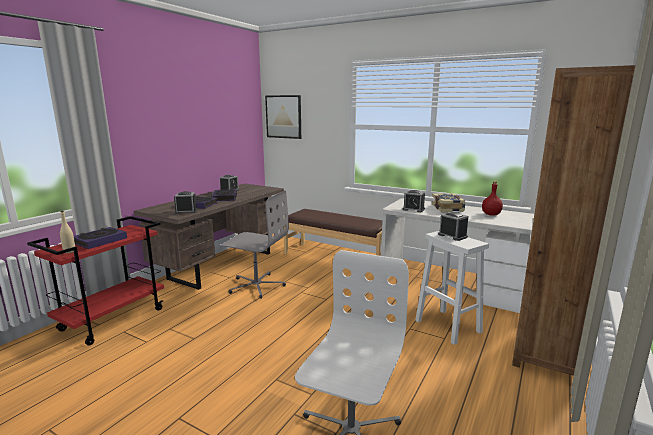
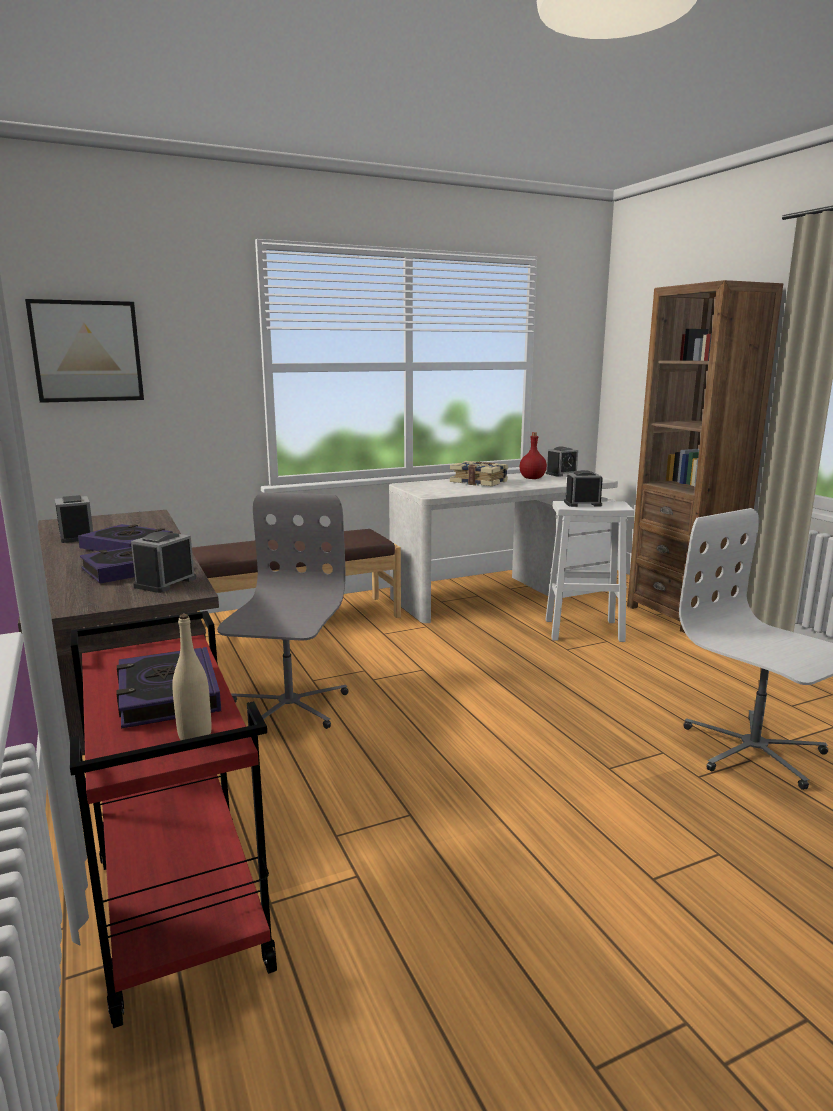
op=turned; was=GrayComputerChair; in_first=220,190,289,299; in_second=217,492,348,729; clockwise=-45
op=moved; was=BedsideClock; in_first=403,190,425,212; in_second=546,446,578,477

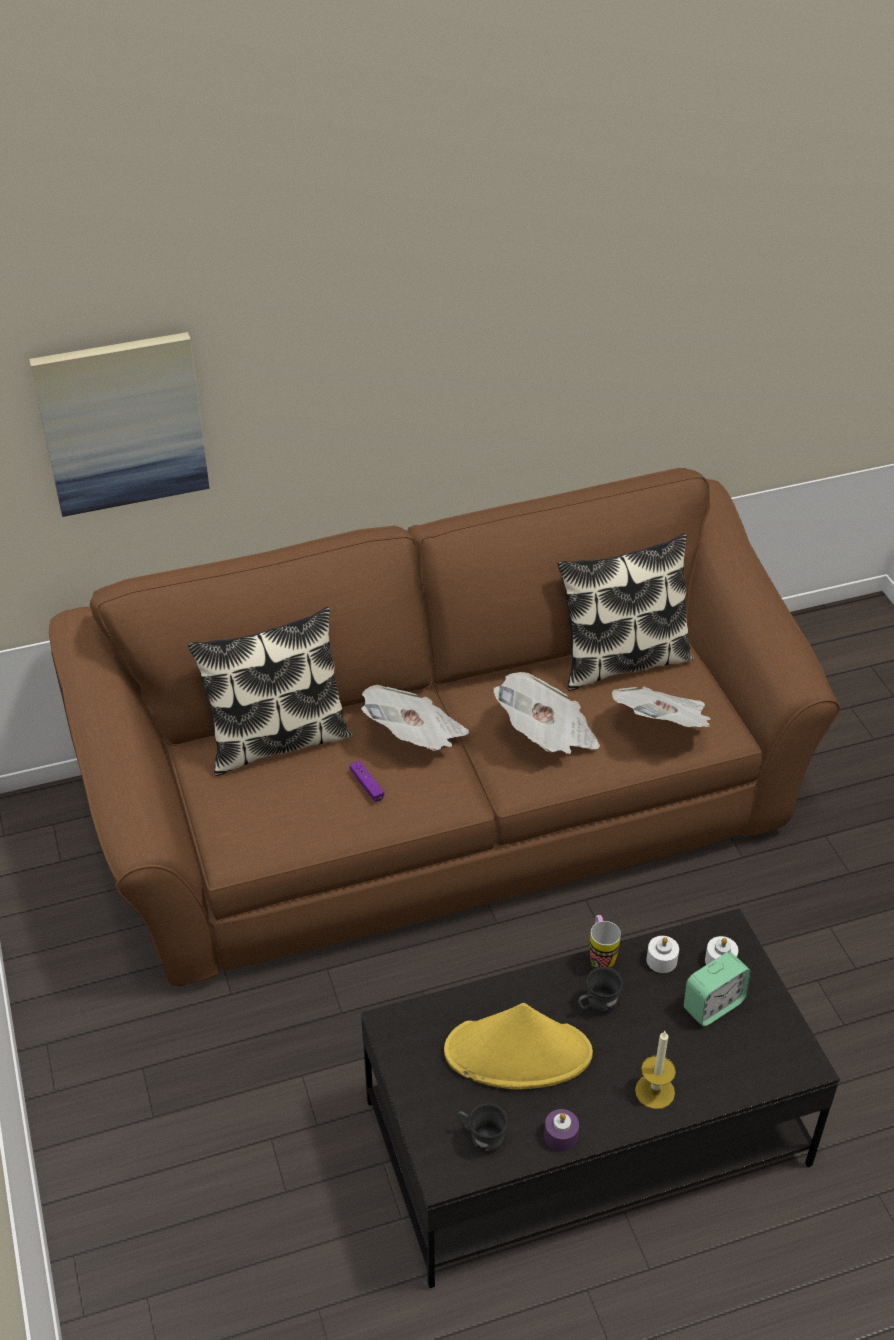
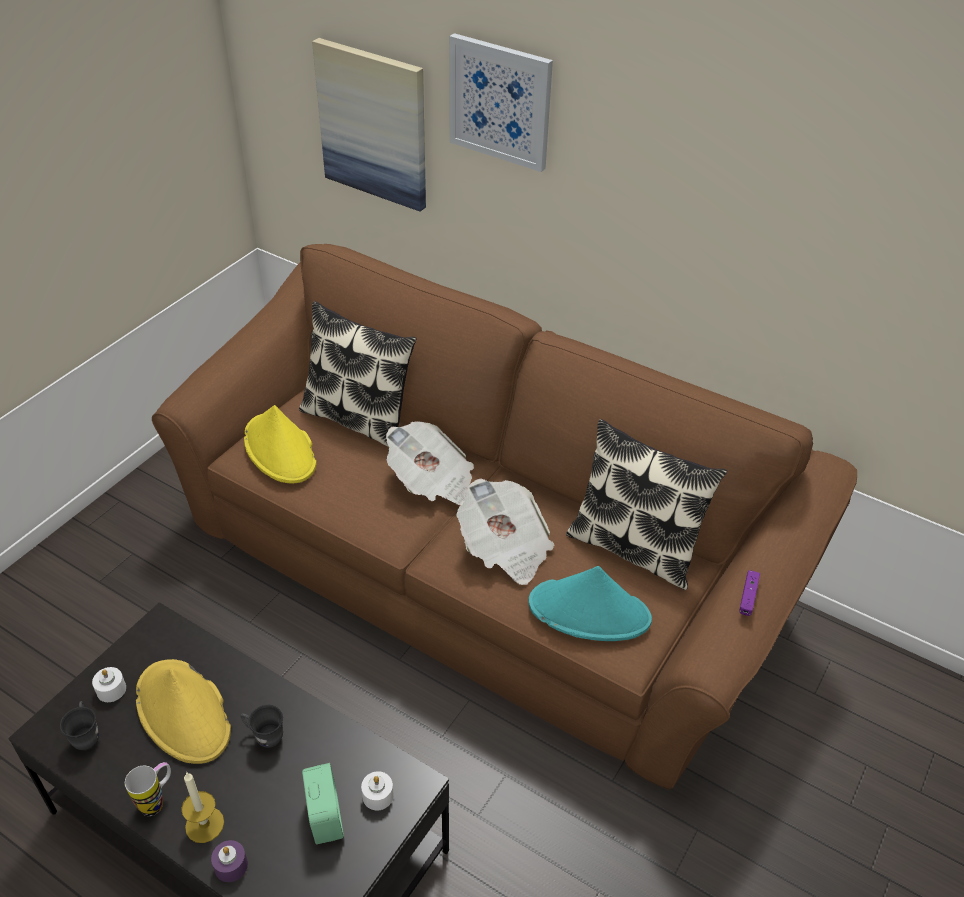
op=moved; was=PurplishGameController; in_first=349,761,384,802; in_second=739,570,760,616
op=moved; was=PurplishWaxLight; in_first=544,1109,579,1151; in_second=211,840,248,882
op=moved; was=Mug; in_first=590,915,621,969; in_second=125,762,171,816
op=replaced; was=DailyPaper; now=TurquoiseColouredHat; in_first=612,687,710,727; in_second=529,566,652,641
op=moved; was=WhitishWaxLight; in_first=646,936,679,973; in_second=92,667,126,702
op=turned; was=BedsideClock; in_first=684,952,751,1027; in_second=302,763,344,845; clockwise=-120
op=added; now=YellowHat; in_second=244,405,317,484
op=added; now=WallArt; in_second=449,33,553,172

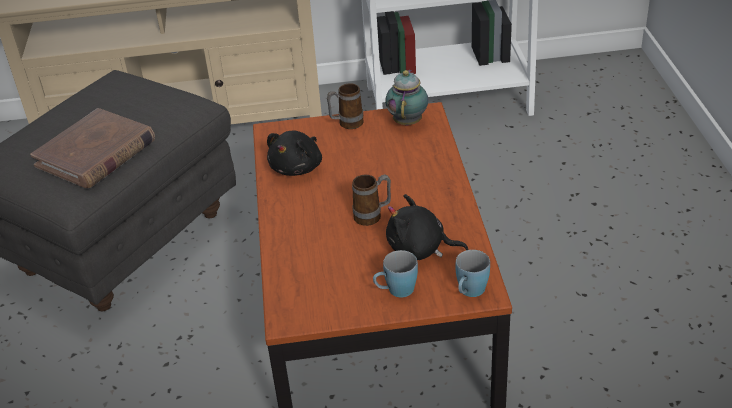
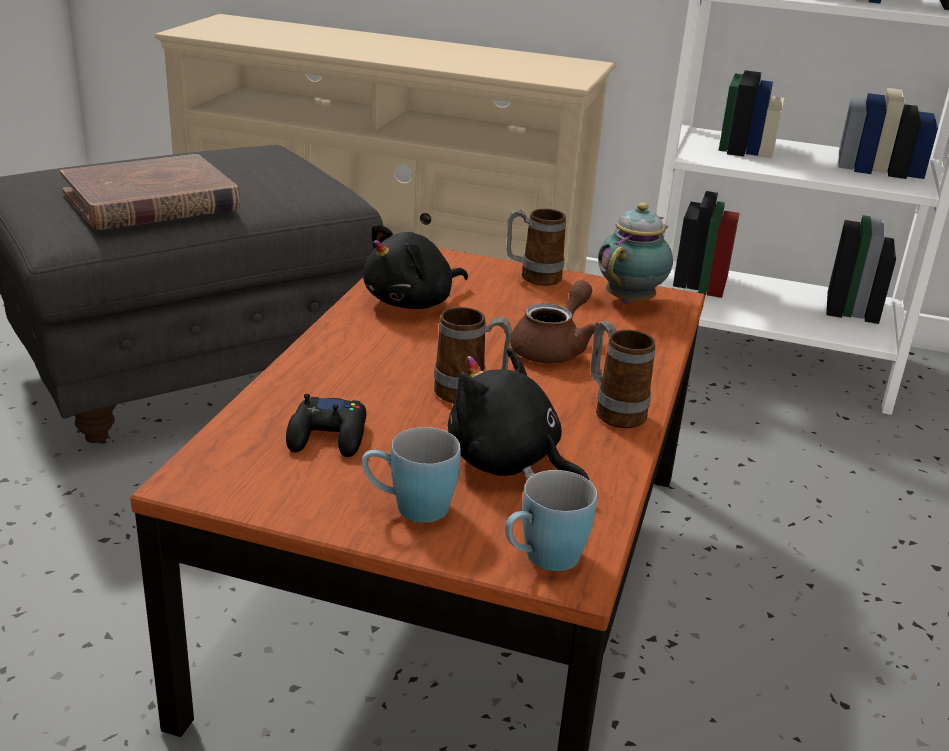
op=added; now=BlackColouredGameController; in_second=286,394,366,457
op=added; now=BrownColouredTeaPot; in_second=510,280,598,363
op=added; now=Mug; in_second=591,321,656,428

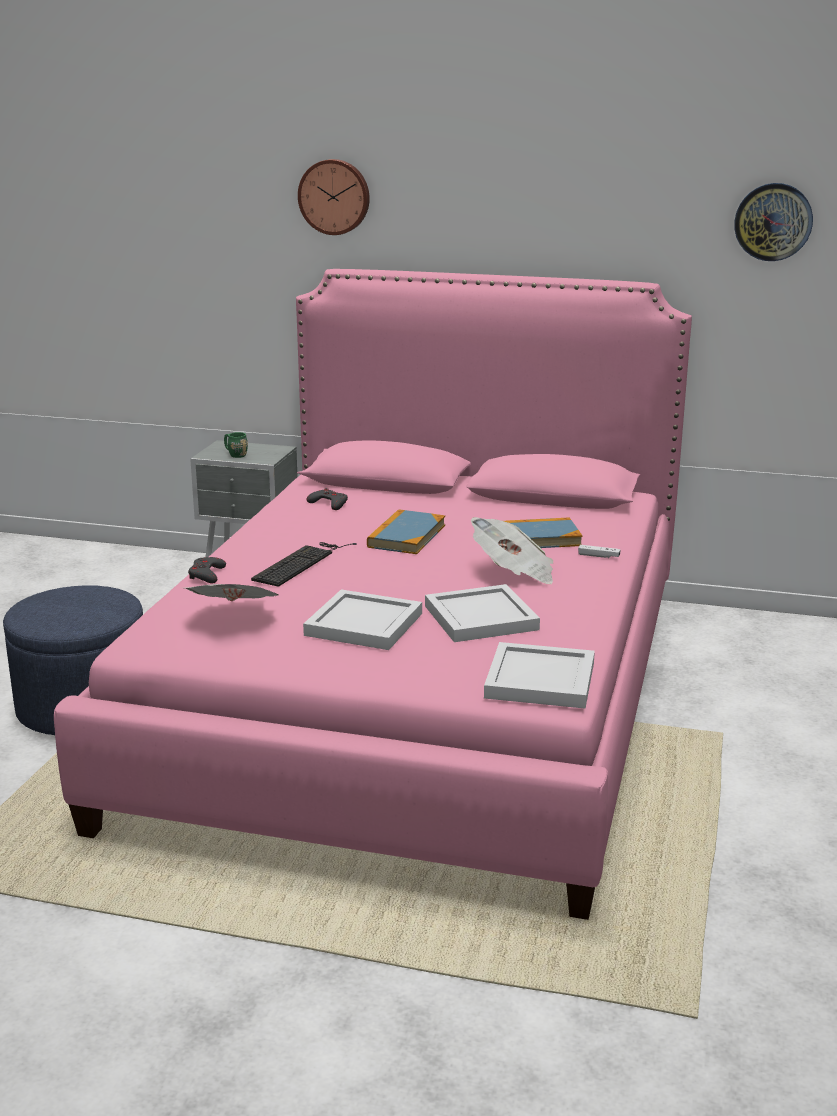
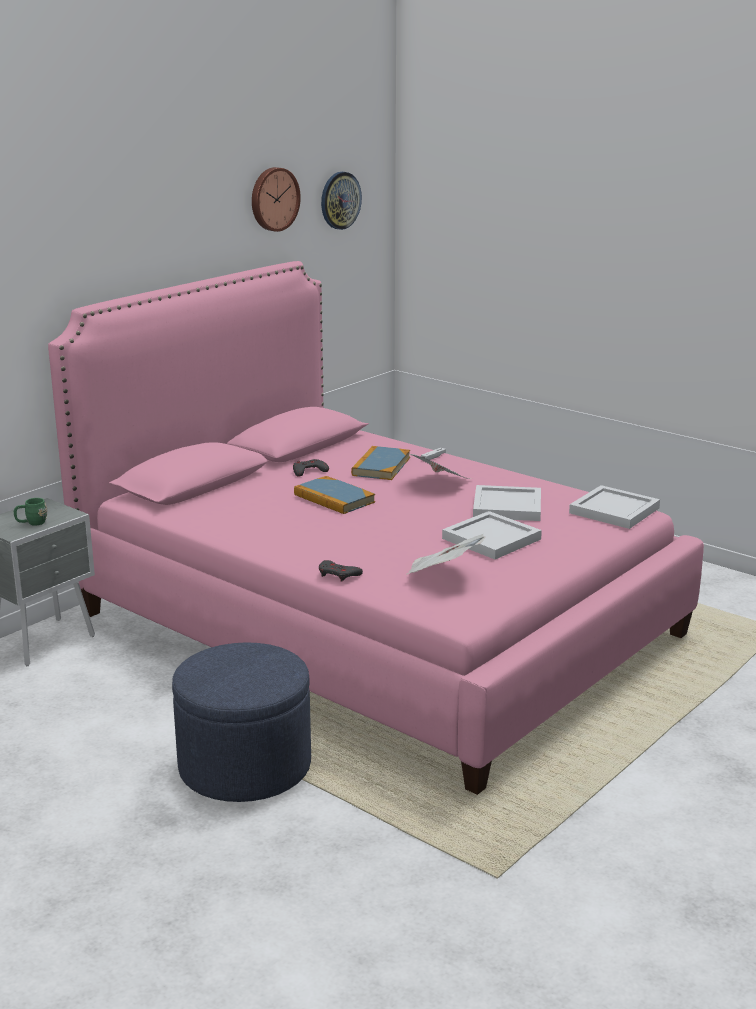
op=removed; was=ComputerKeyboard; in_first=251,542,357,587
op=moved; was=ClockOnTheWall; in_first=298,159,370,235; in_second=252,167,301,232
op=moved; was=GrayGameController; in_first=307,488,348,510; in_second=293,459,329,477

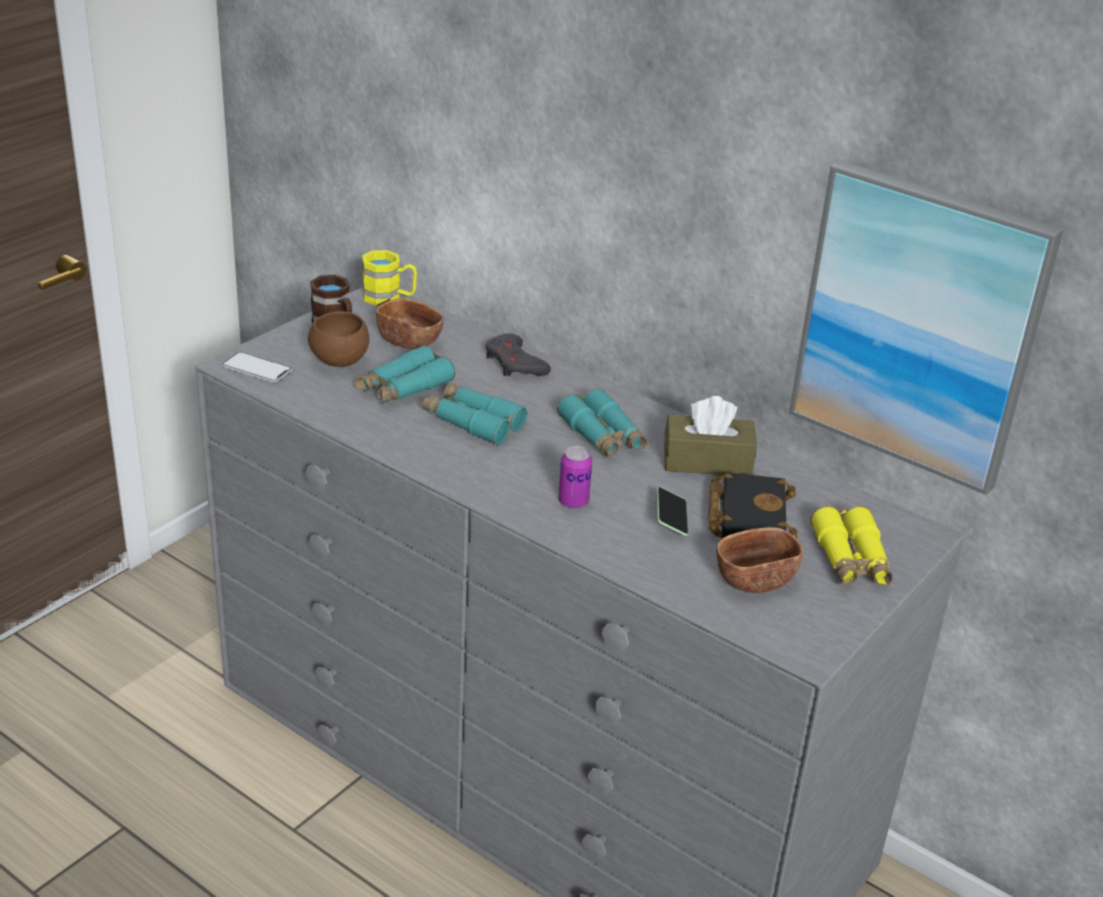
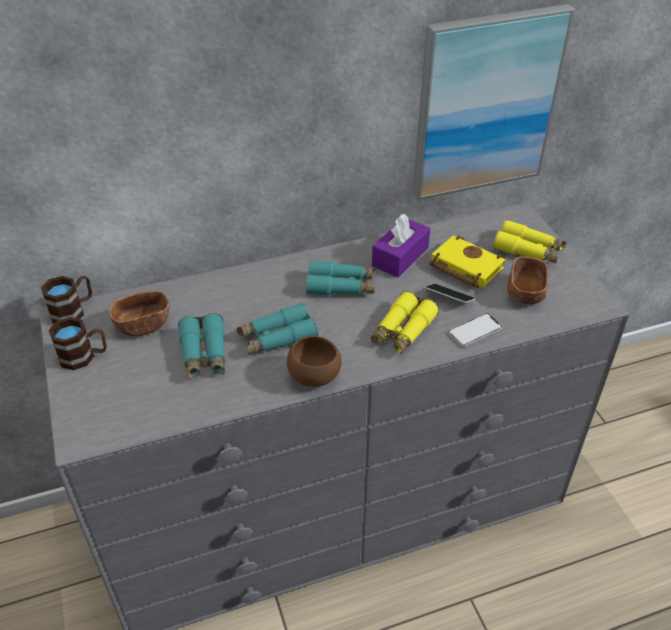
op=moved; was=Phone; in_first=222,352,292,383; in_second=448,313,503,347
op=moved; was=BrownColouredBowl; in_first=308,311,369,367; in_second=287,336,342,387
op=recoloured; was=YellowMug; now=BrownColouredMug; in_first=362,250,417,306; in_second=41,276,92,323
op=removed; was=GrayGameController; in_first=486,333,551,376
op=replaced; was=MetalCan; now=YellowBinoculars; in_first=558,446,592,509; in_second=371,291,439,354
op=recoloured; was=BrownColouredTissueBox; now=PurplishTissueBox; in_first=664,396,757,475; in_second=372,214,430,278
op=recoloured; was=BlackColouredVolume; now=YellowVolume; in_first=708,472,797,539; in_second=429,235,506,288

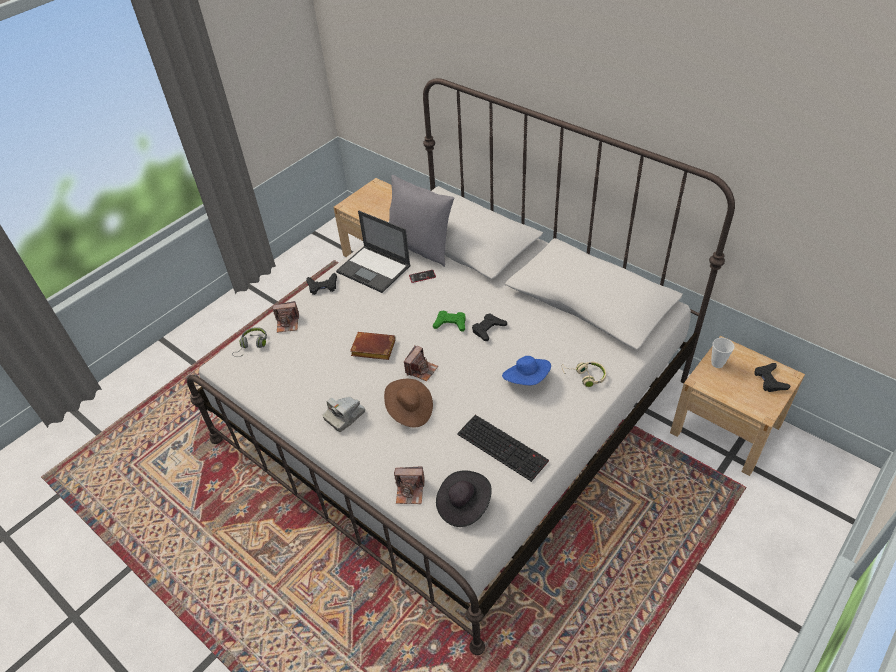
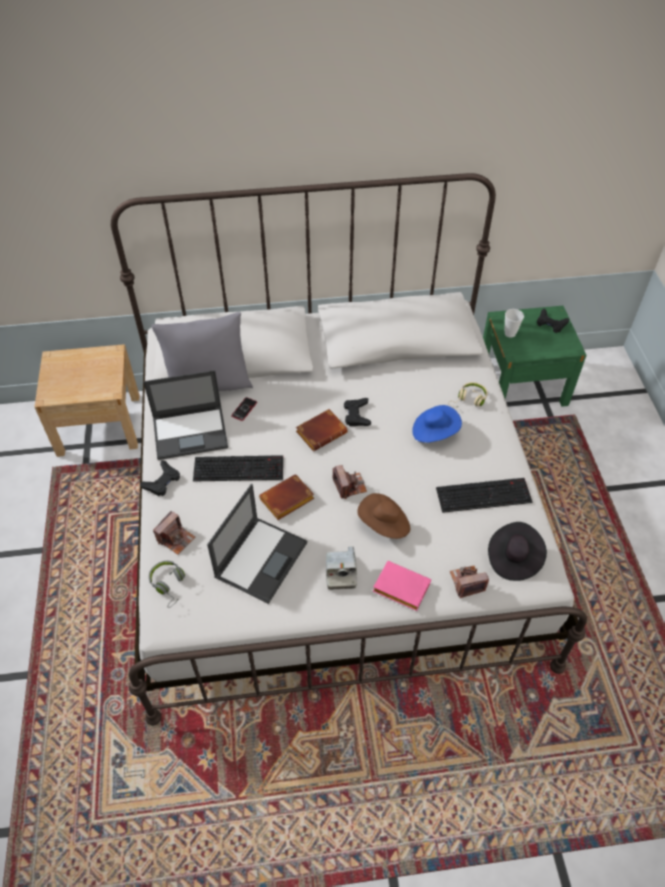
op=turned; was=StillCamera; in_first=394,466,425,504; in_second=450,566,489,598; clockwise=-150
op=replaced; was=GreenColouredGameController; now=BrownColouredVolume; in_first=433,310,466,332; in_second=296,409,348,451
op=recoloured; was=SandColouredNightstand; now=GreenColouredNightstand; in_first=670,336,805,476; in_second=483,306,587,407
op=added; now=ComputerKeyboard; in_second=193,455,283,482
op=added; now=PortableComputer; in_second=207,484,307,604
op=added; now=PinkVolume; in_second=373,561,431,611

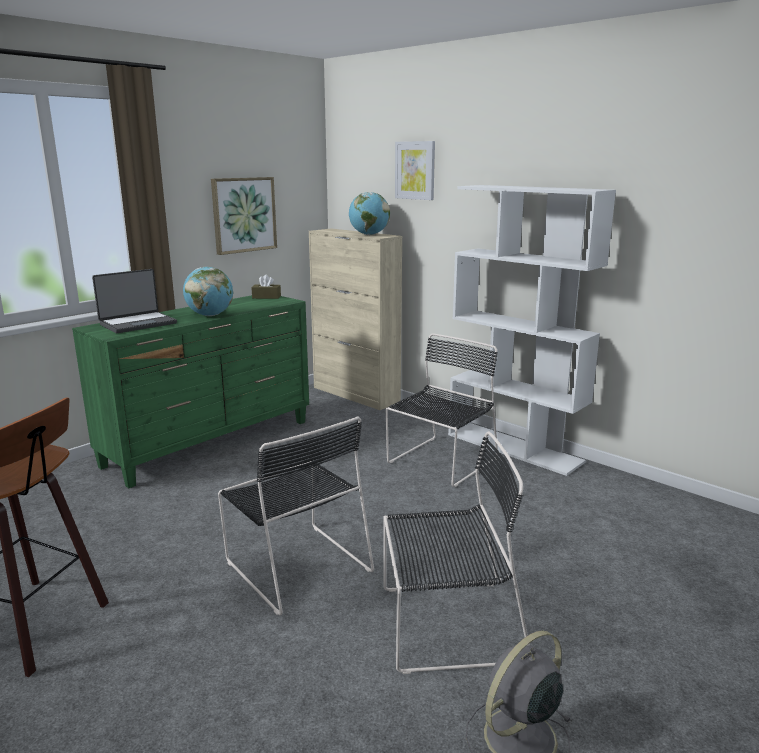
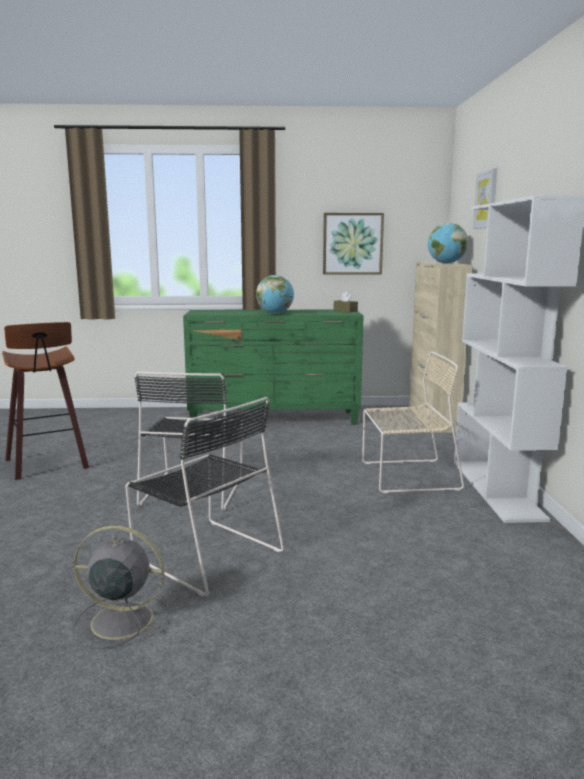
op=removed; was=PortableComputer; in_first=92,269,177,333
op=recoloured; was=BlackColouredPlainChair; now=SandColouredPlainChair; in_first=386,333,498,487; in_second=362,351,464,493

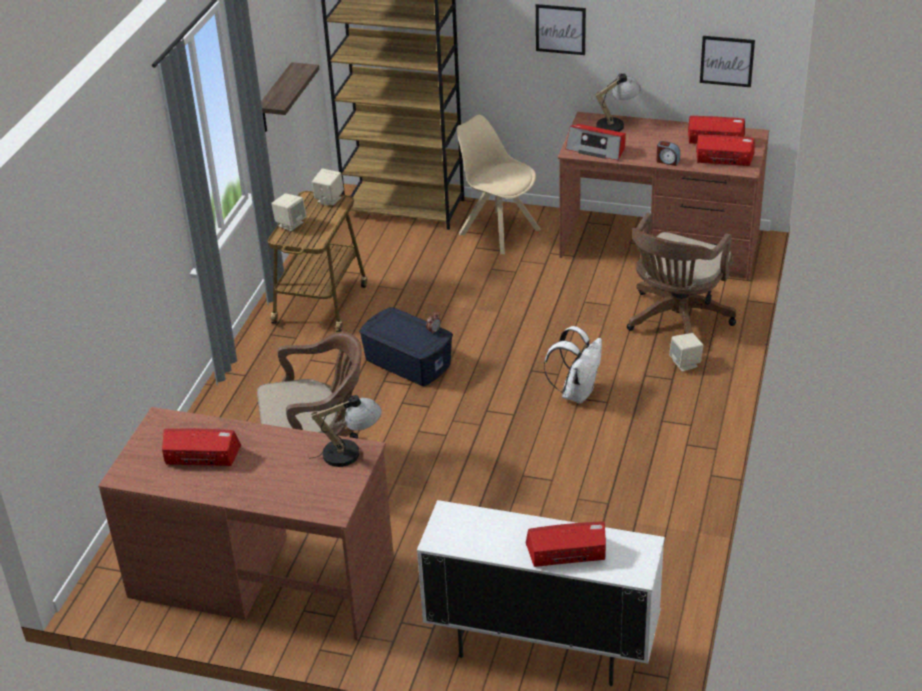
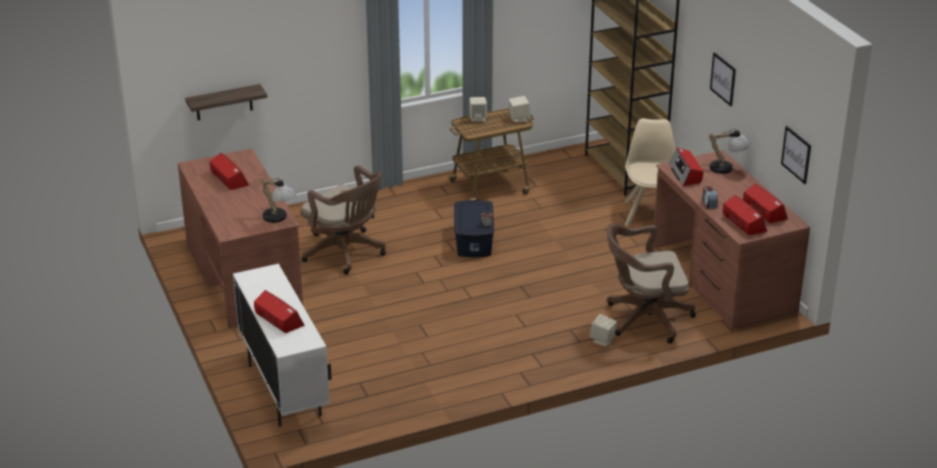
op=moved; was=BracketShelf; in_first=261,62,319,132; in_second=185,84,267,120
op=removed; was=WhitishBackpack; in_first=544,326,602,404

